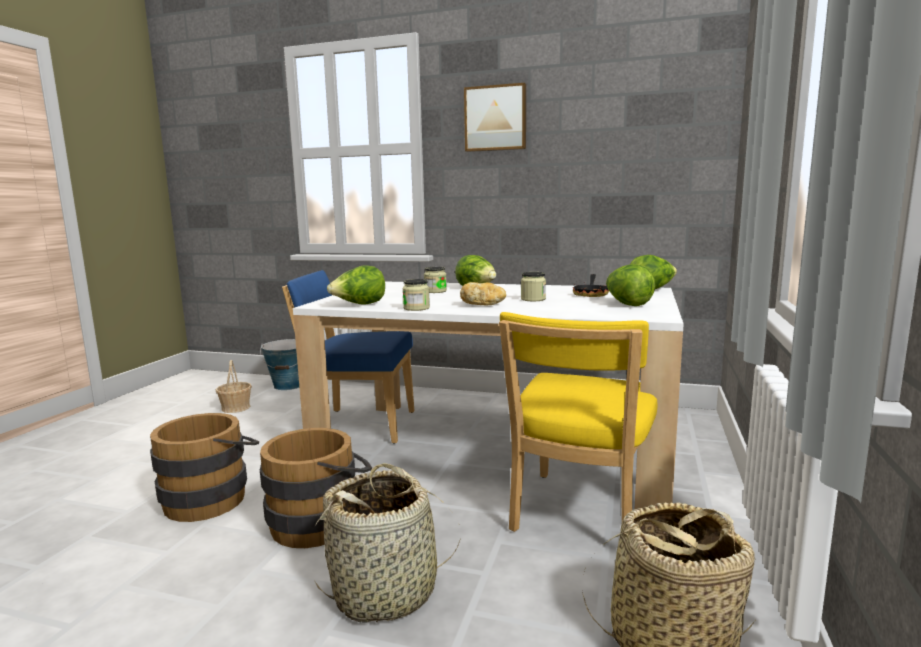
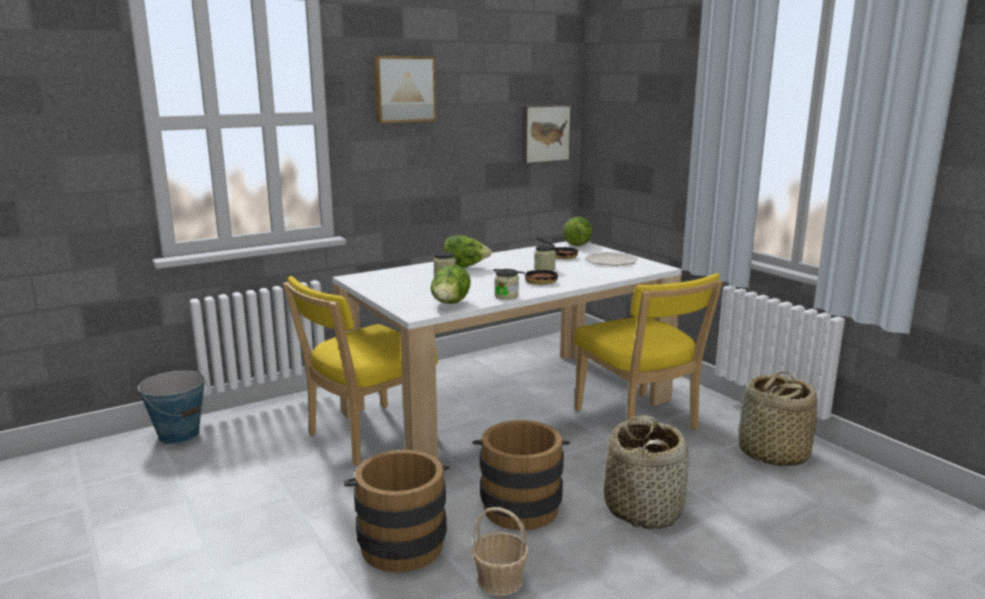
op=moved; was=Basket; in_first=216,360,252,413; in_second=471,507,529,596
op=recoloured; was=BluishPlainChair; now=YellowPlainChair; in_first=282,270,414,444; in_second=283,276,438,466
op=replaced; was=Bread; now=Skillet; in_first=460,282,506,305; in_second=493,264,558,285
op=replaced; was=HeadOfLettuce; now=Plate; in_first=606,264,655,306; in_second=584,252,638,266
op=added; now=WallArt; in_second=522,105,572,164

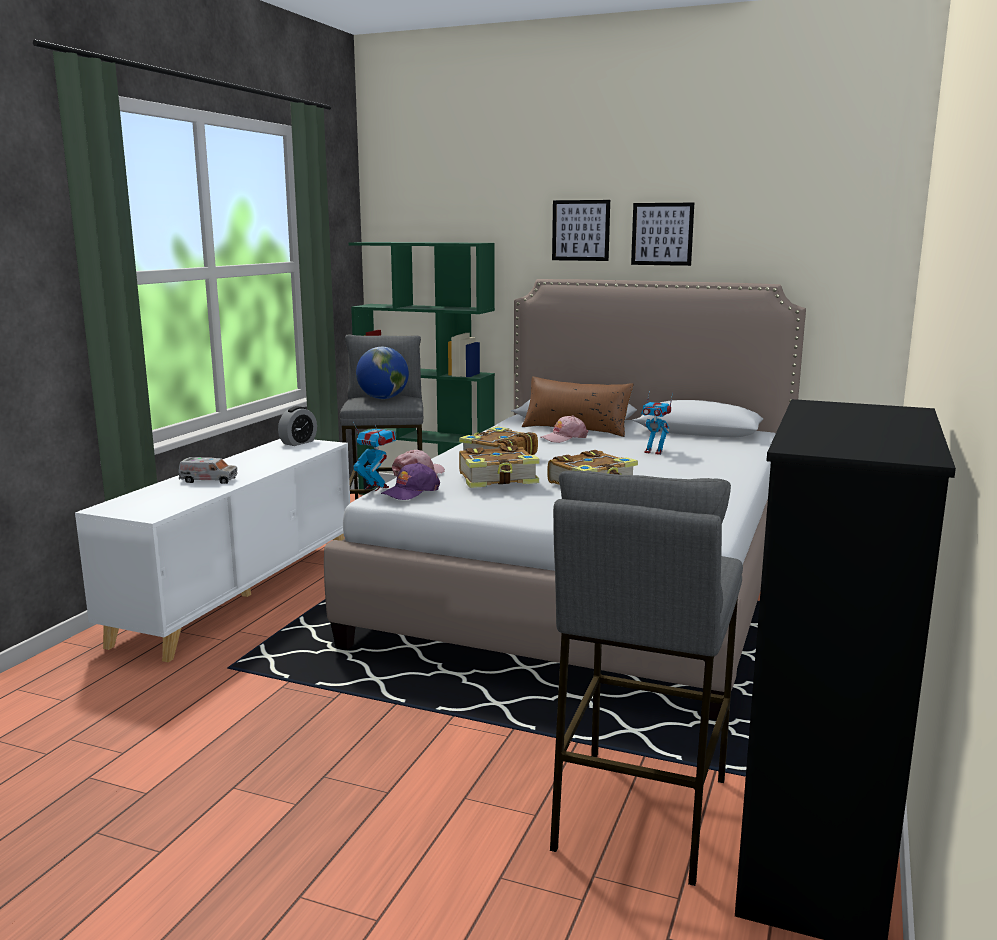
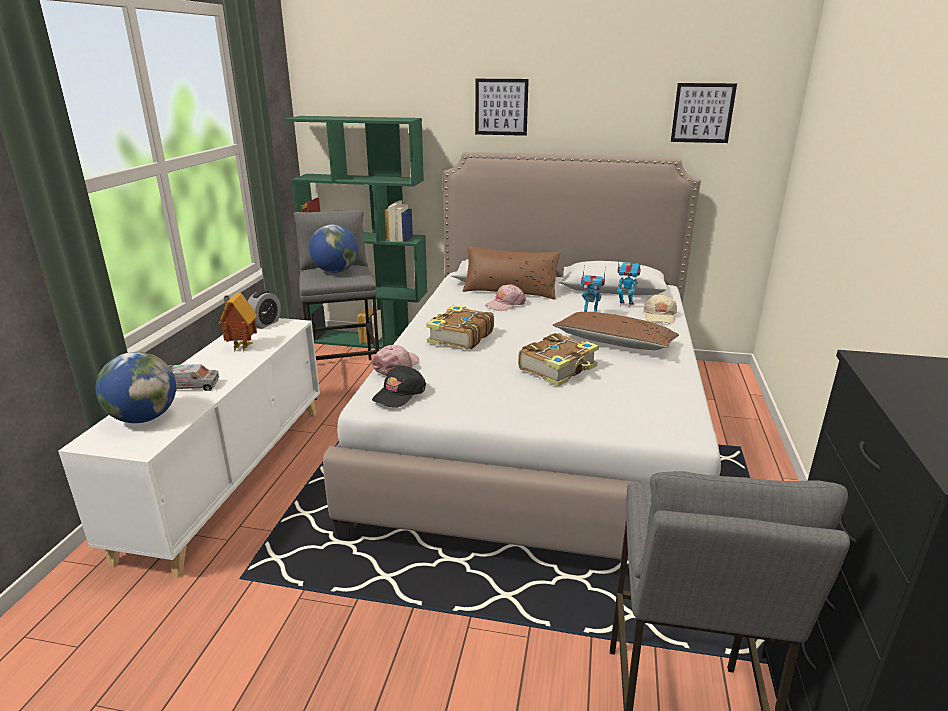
op=moved; was=ToyRobot; in_first=353,421,396,491; in_second=617,259,641,307
op=recoloured; was=PurplishPeakedCap; now=BlackColouredPeakedCap; in_first=381,462,440,500; in_second=372,366,426,408
op=removed; was=Volume; in_first=459,445,540,488
op=moved; was=WallArt; in_first=631,203,694,266; in_second=671,83,737,143
op=added; now=WorldGlobe; in_second=96,352,176,423
op=added; now=ToyHouse; in_second=218,293,257,353
op=added; now=BrownColouredPillow; in_second=553,312,679,350
op=added; now=SandColouredPeakedCap; in_second=644,294,677,323

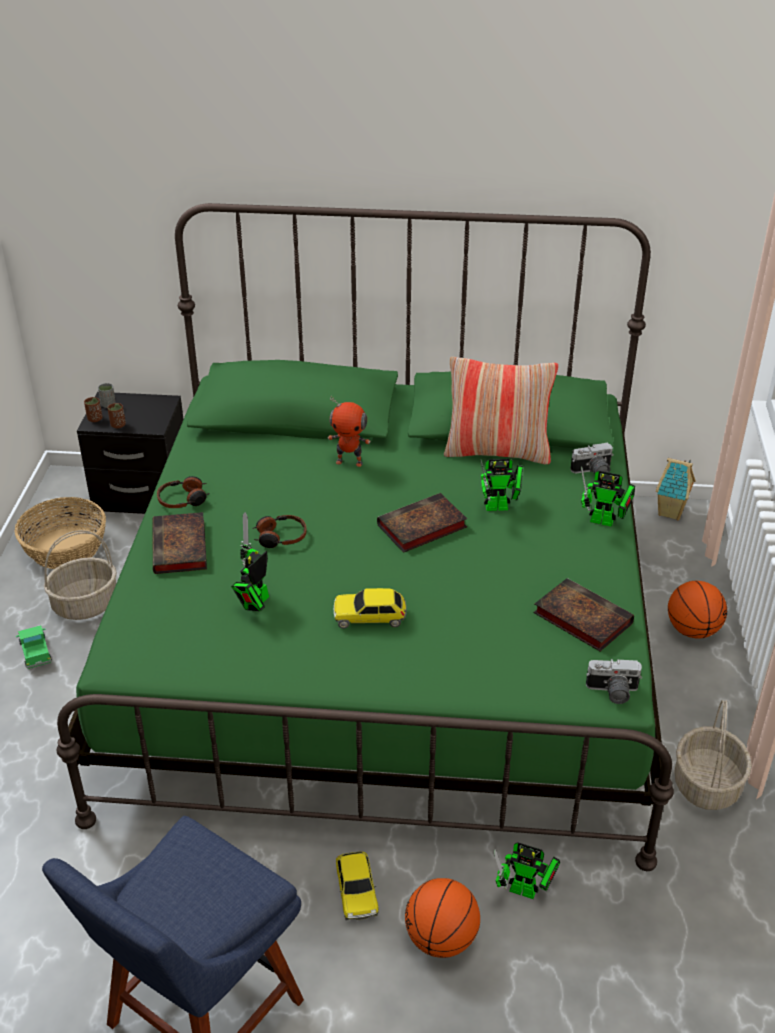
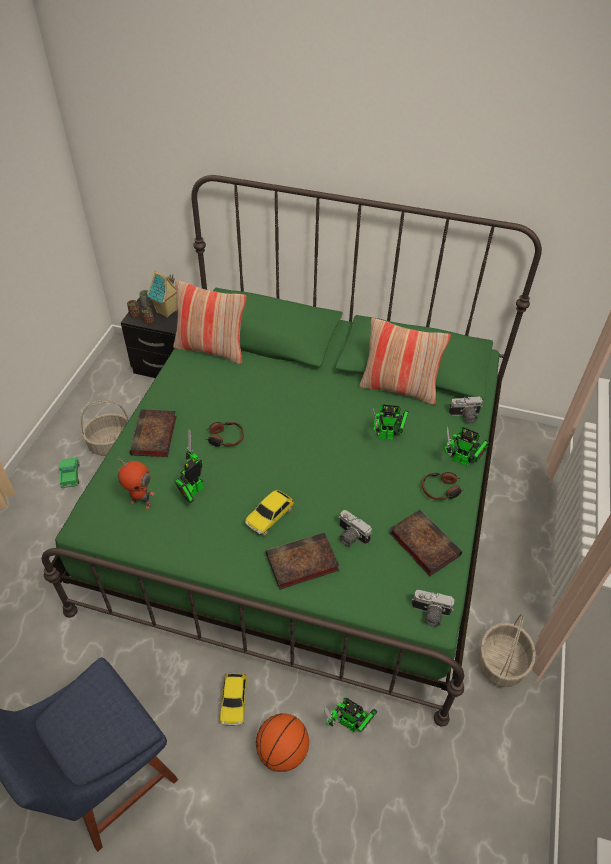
op=removed; was=Basket; in_first=15,497,106,569
op=moved; was=PairOfHeadphones; in_first=157,476,210,508; in_second=422,472,464,500
op=moved; was=ToyRobot; in_first=328,396,371,467; in_second=118,456,155,510
op=turned; was=ModelCar; in_first=334,588,407,628; in_second=245,490,294,537; clockwise=-60
op=moved; was=Volume; in_first=377,493,467,553; in_second=266,532,339,590
op=moved; was=ToyHouse; in_first=656,458,696,520; in_second=147,271,177,318
op=removed; was=BasketballBall; in_first=668,581,727,639
op=added; now=Pillow; in_second=173,280,247,364
op=added; now=StillCamera; in_second=338,510,372,547

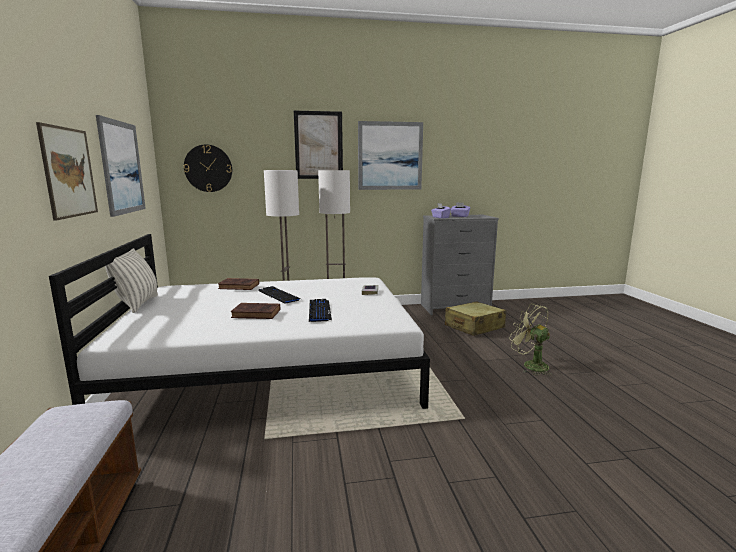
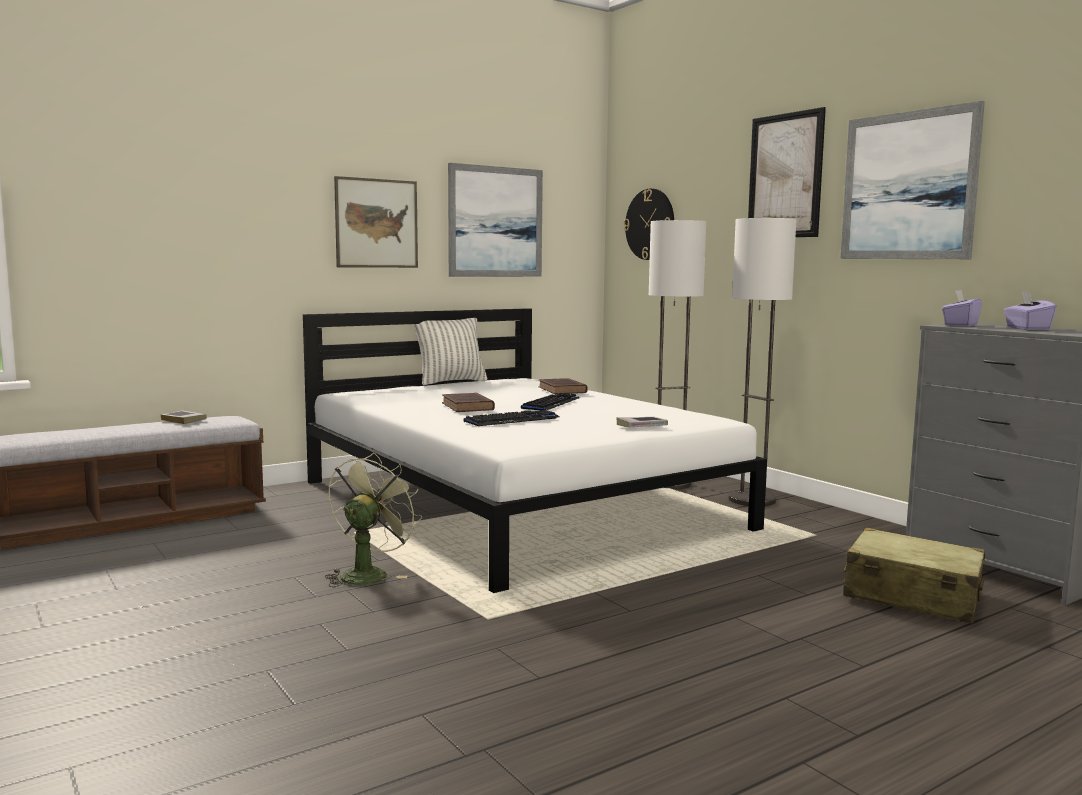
op=moved; was=GreenColouredElectricFan; in_first=509,304,551,375; in_second=325,453,422,588
op=added; now=Volume; in_second=161,410,207,424

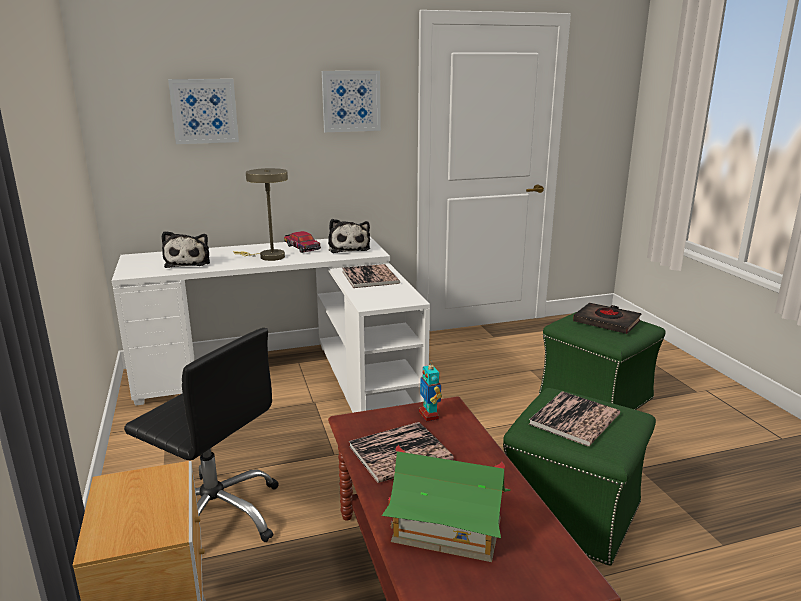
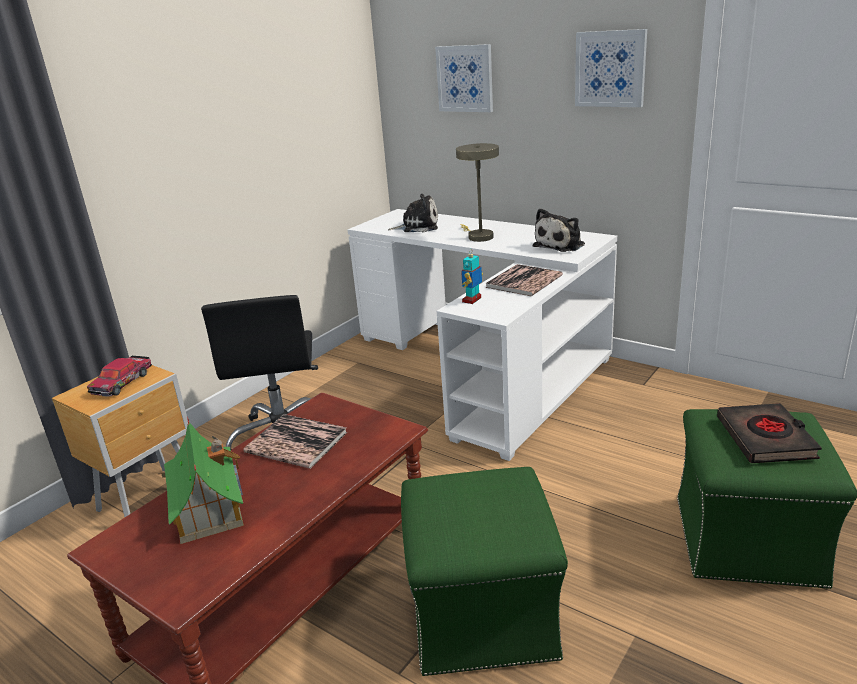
op=turned; was=PlushToy; in_first=162,231,210,268; in_second=388,194,438,232; clockwise=-135
op=moved; was=ModelCar; in_first=284,231,321,253; in_second=87,356,152,397
op=moved; was=ToyRobot; in_first=419,360,442,422; in_second=461,250,483,304
op=removed; was=Volume; in_first=529,391,620,446

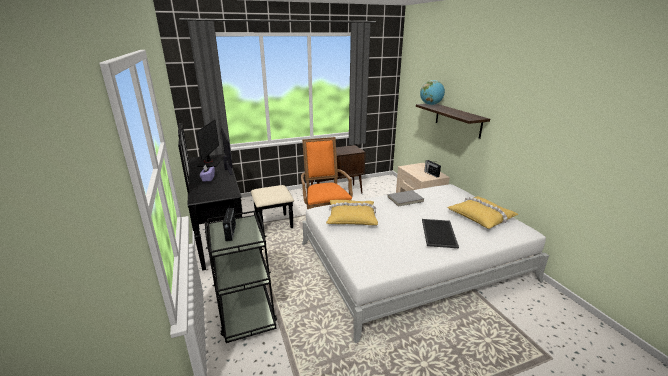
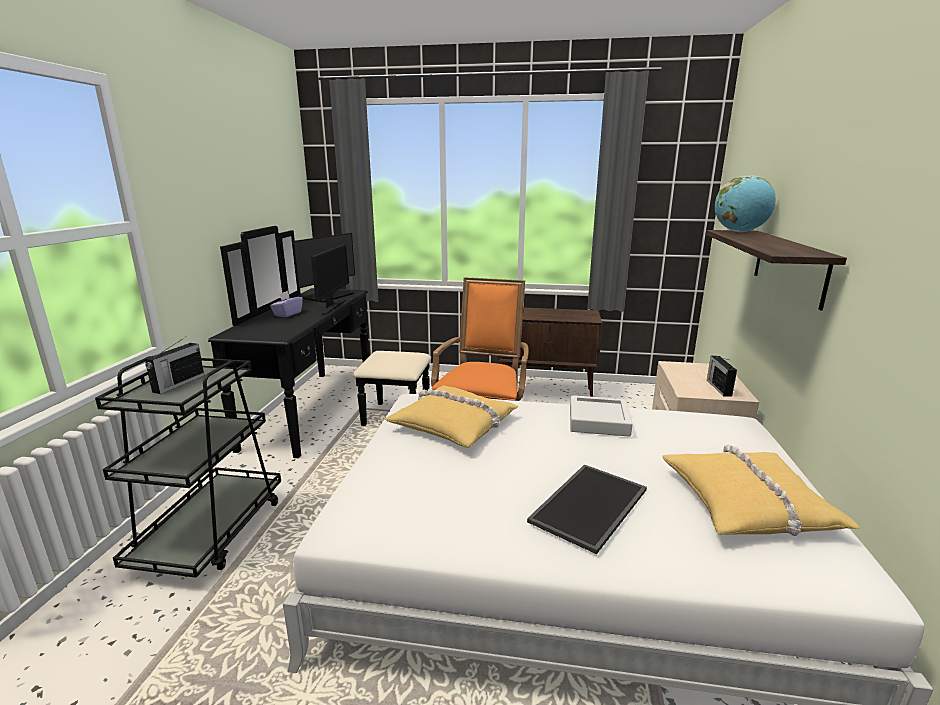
op=replaced; was=GrayVolume; now=GrayCarryingTray; in_first=387,190,424,207; in_second=570,395,633,437

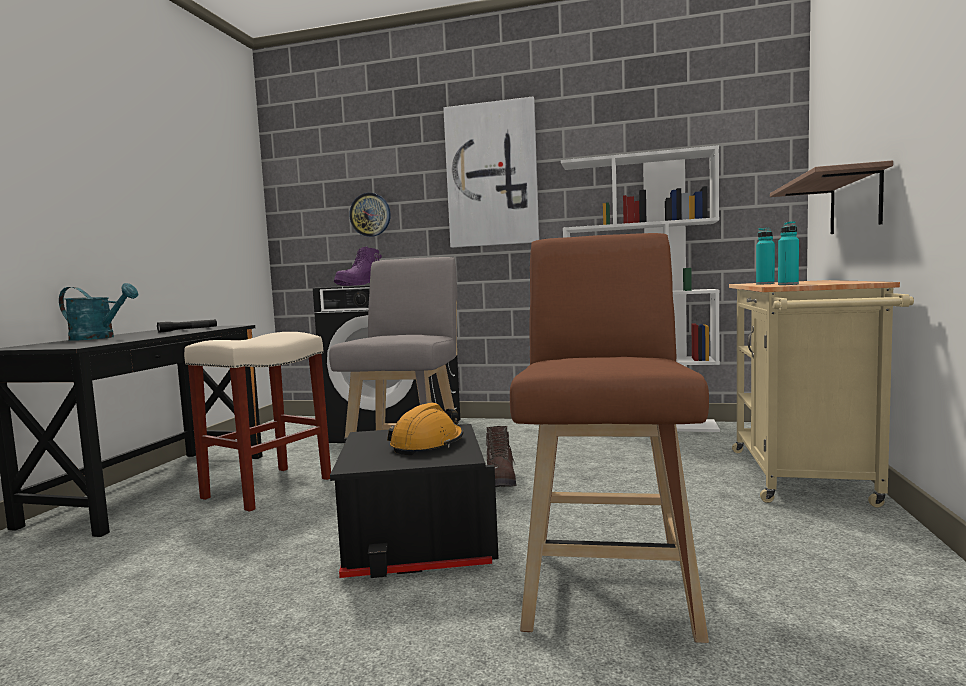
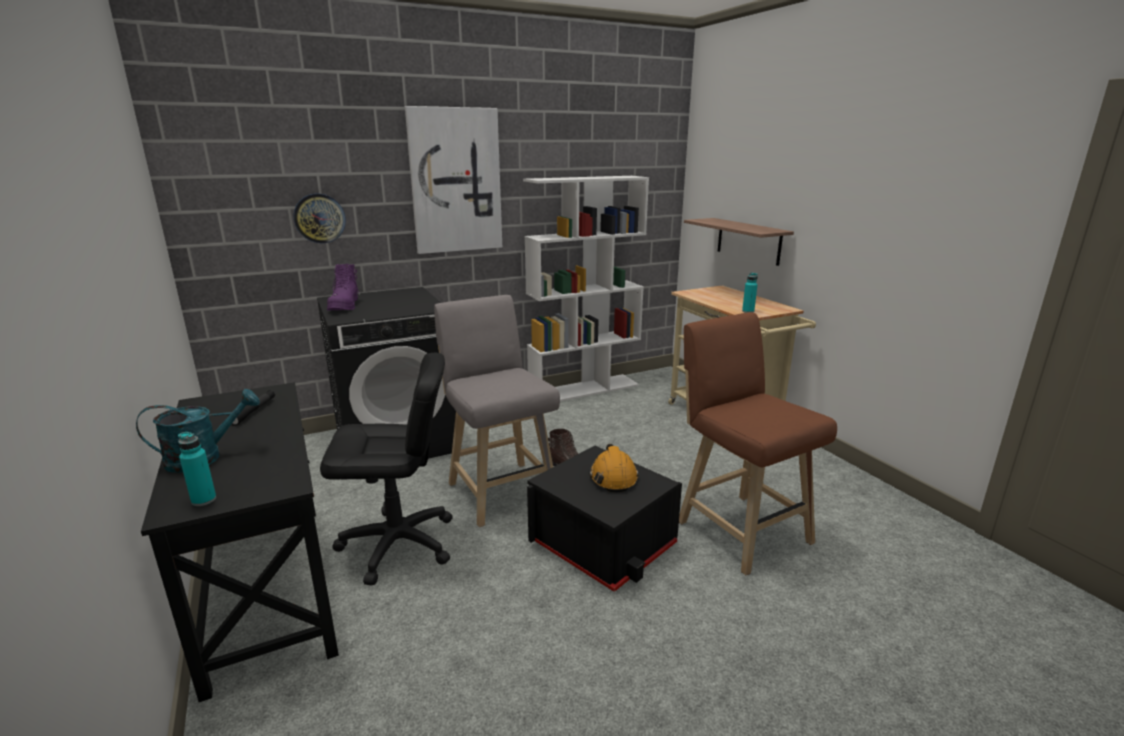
op=replaced; was=SandColouredSittingStool; now=BlackColouredComputerChair; in_first=184,332,331,512; in_second=320,353,453,586
op=moved; was=TurquoiseColouredDrinkBottle; in_first=756,227,775,285; in_second=178,432,216,506

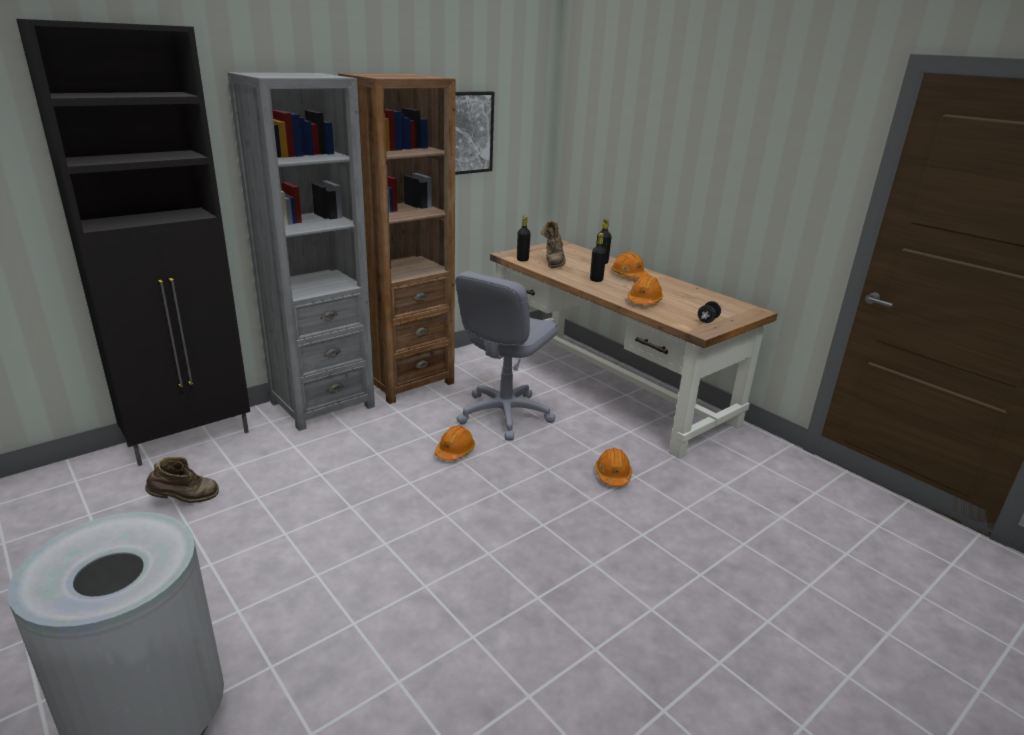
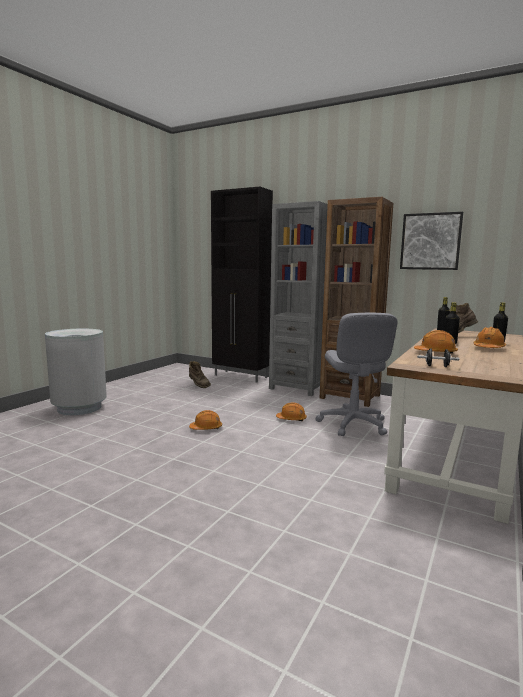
op=turned; was=GrayComputerChair; in_first=455,271,558,440; in_second=315,313,397,436; clockwise=-105
op=moved; was=OrangeColouredSafetyHelmet; in_first=596,448,632,486; in_second=189,410,222,430

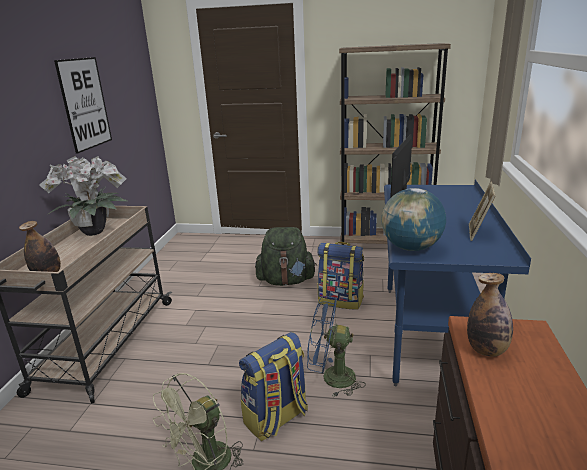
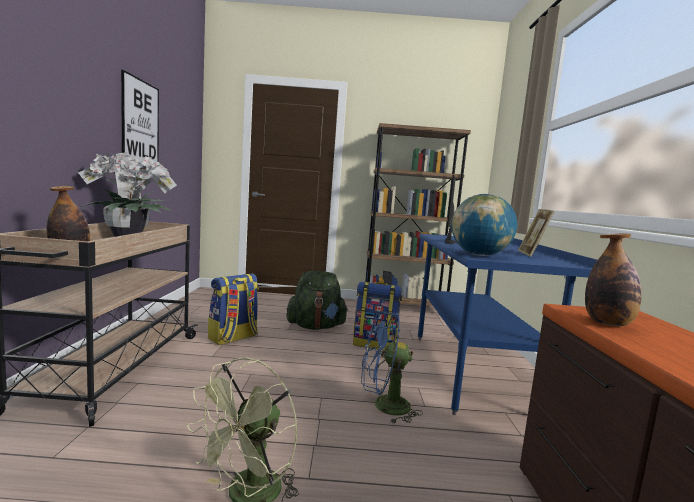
op=moved; was=Backpack; in_first=239,332,308,441; in_second=208,274,259,345

